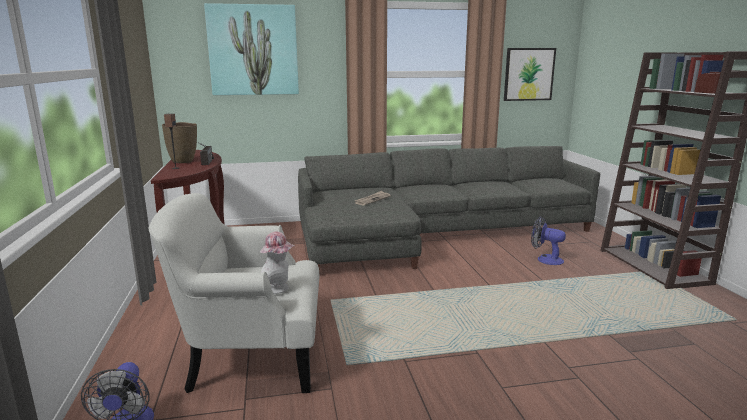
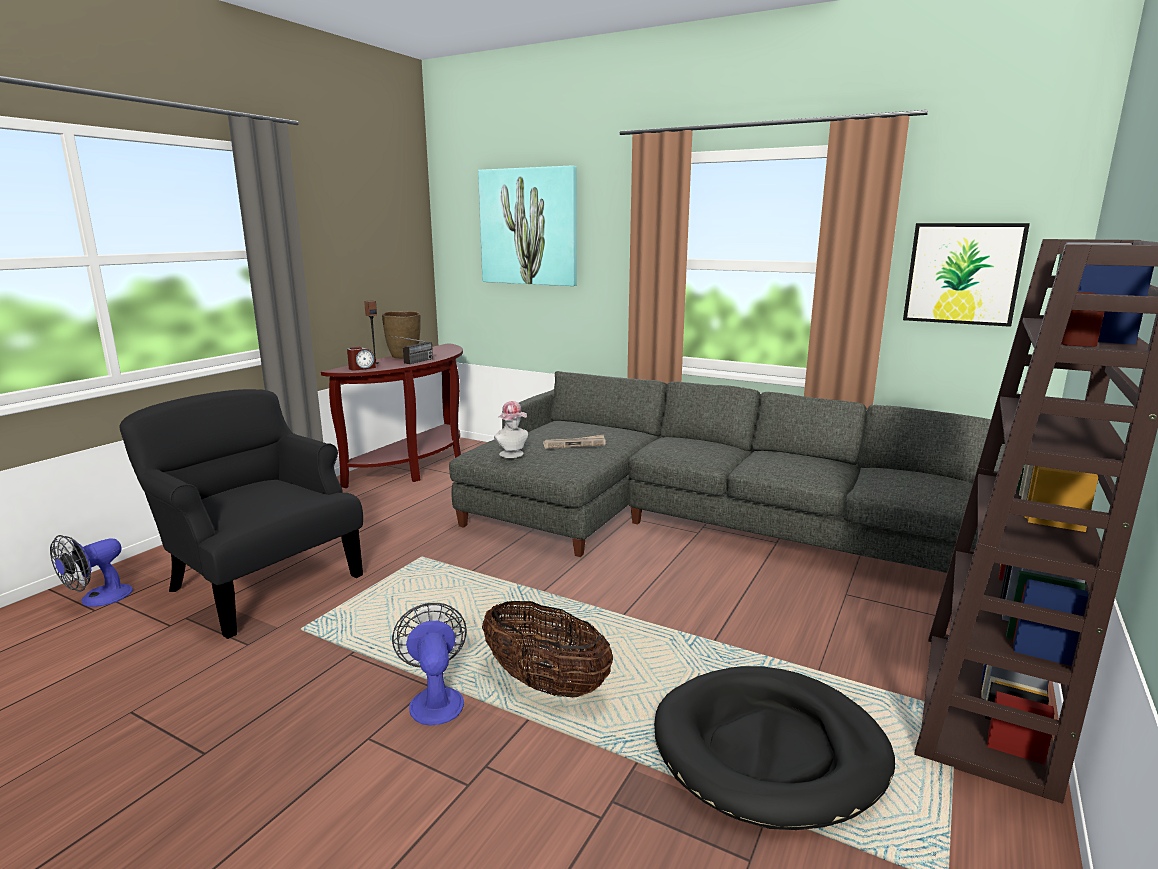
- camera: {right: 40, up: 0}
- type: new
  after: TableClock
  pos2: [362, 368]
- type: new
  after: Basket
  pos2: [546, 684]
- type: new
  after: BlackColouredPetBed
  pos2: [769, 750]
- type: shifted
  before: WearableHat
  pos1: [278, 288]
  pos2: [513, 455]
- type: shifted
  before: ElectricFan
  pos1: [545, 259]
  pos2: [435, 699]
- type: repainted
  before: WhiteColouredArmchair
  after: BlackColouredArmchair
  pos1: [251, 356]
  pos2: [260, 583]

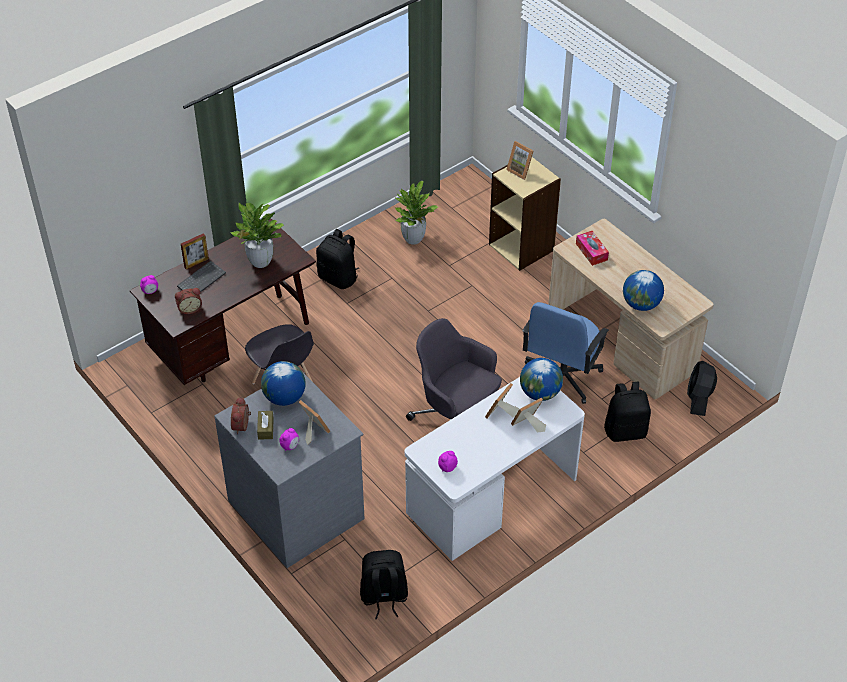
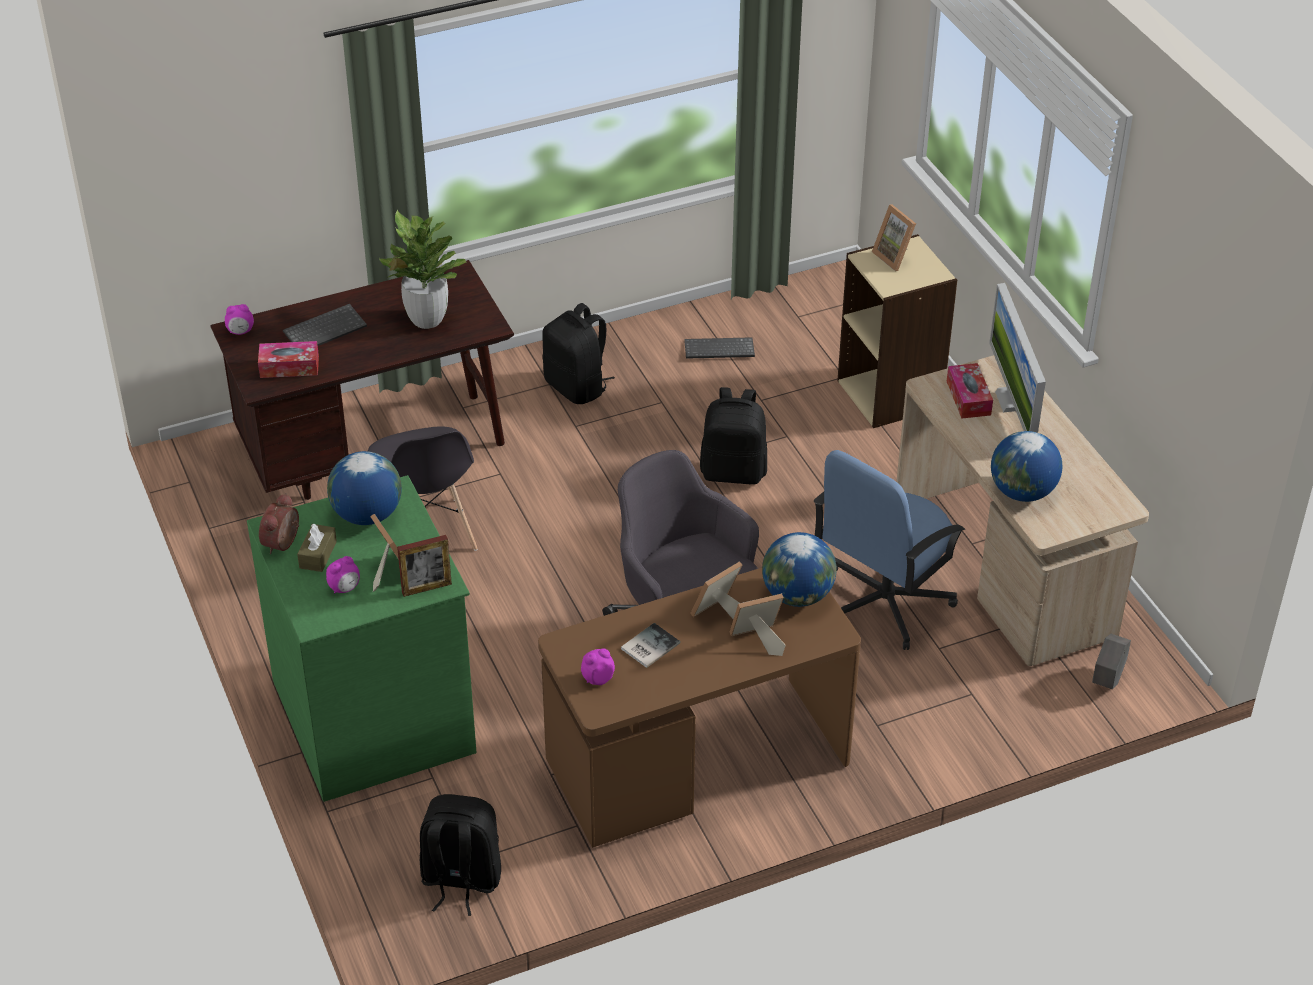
- camera: {right: 15, up: -5}
- type: new
  after: Book
  pos2: [648, 646]
- type: new
  after: ComputerScreen
  pos2: [1012, 400]
- type: shifted
  before: StandingFrame
  pos1: [196, 263]
  pos2: [426, 588]
- type: shifted
  before: BlackColouredBackpack
  pos1: [625, 430]
  pos2: [733, 471]
- type: swapped
  before: TableClock
  after: BoxOfTissues
  pos1: [189, 308]
  pos2: [289, 367]
- type: swapped
  before: Houseplant
  after: Keyboard
  pos1: [413, 238]
  pos2: [718, 351]
- type: swapped
  before: BlackColouredElectricFan
  after: GreyPlanter
  pos1: [699, 398]
  pos2: [1107, 680]
- type: repainted
  before: GreyDrawerChest
  after: GreenColouredDrawerChest
  pos1: [297, 508]
  pos2: [376, 715]
- type: repainted
  before: WhiteColouredDesk
  after: BrownDesk
  pos1: [492, 498]
  pos2: [696, 765]

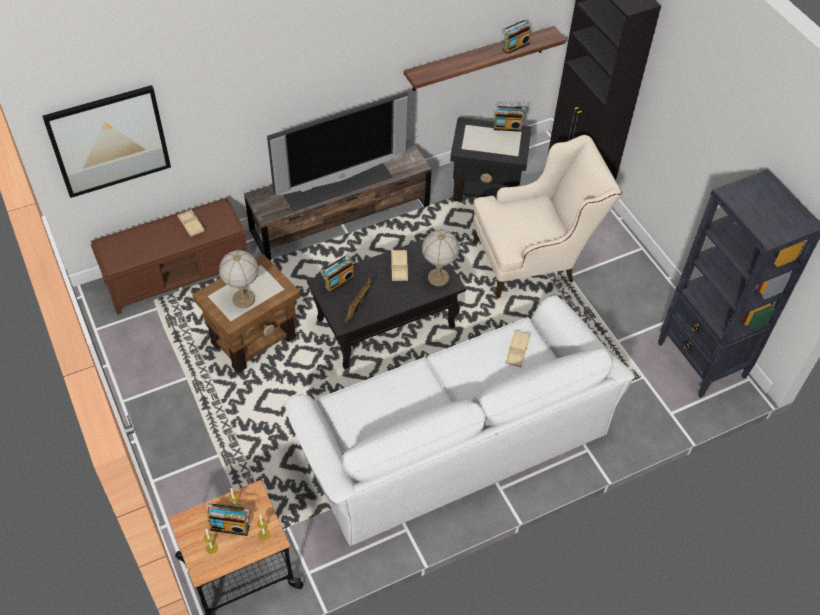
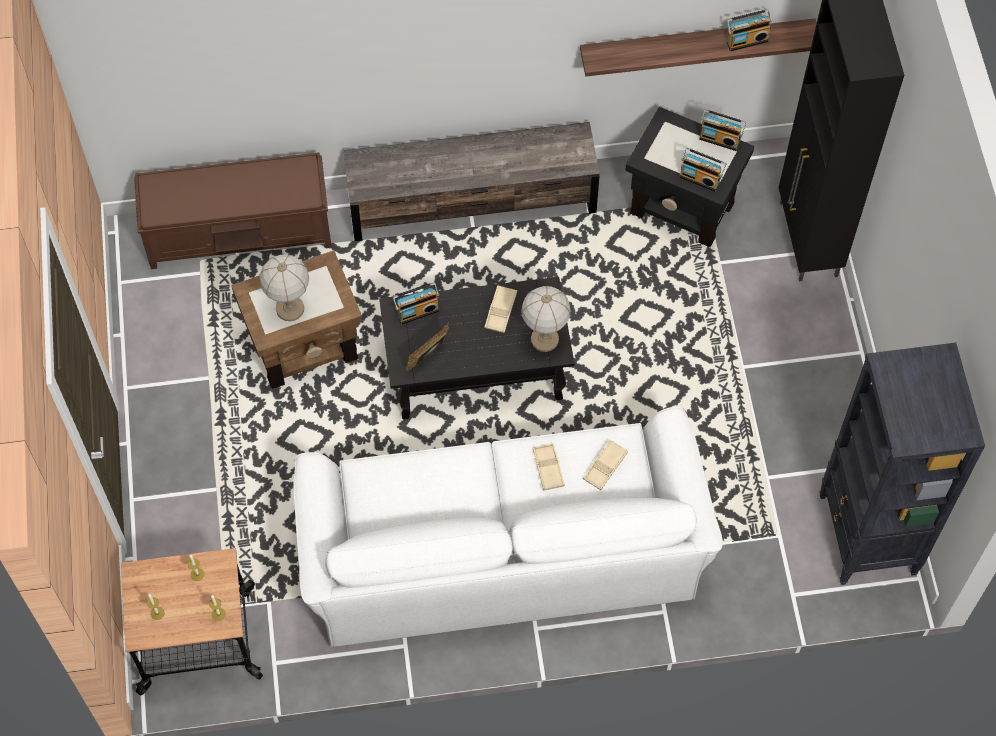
- camera: {right: 20, up: 10}
- type: gone
  before: WallPicture
  pos1: [109, 141]
- type: gone
  before: Tv
  pos1: [336, 183]
- type: gone
  before: BeigeArmchair
  pos1: [533, 259]
- type: shifted
  before: BeigeServingTray
  pos1: [191, 225]
  pos2: [548, 468]
- type: shifted
  before: RadioSet
  pos1: [230, 526]
  pos2: [700, 178]

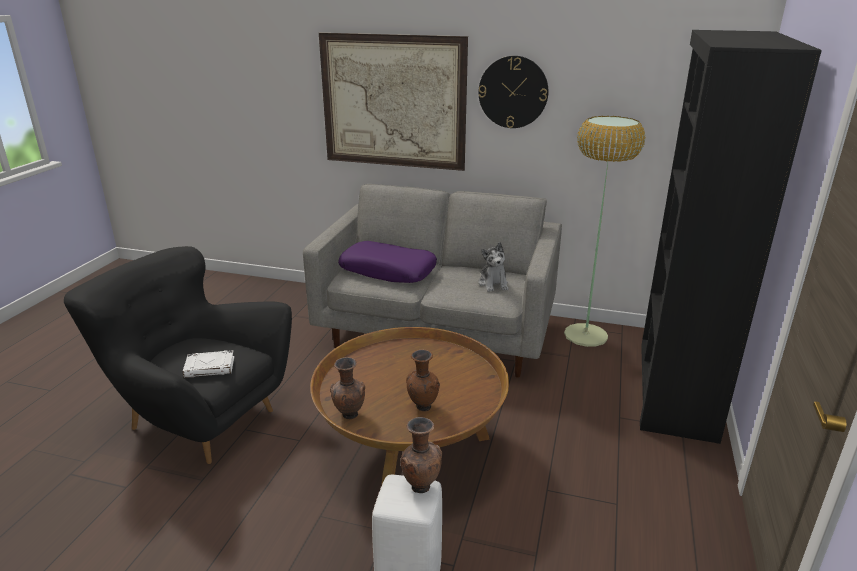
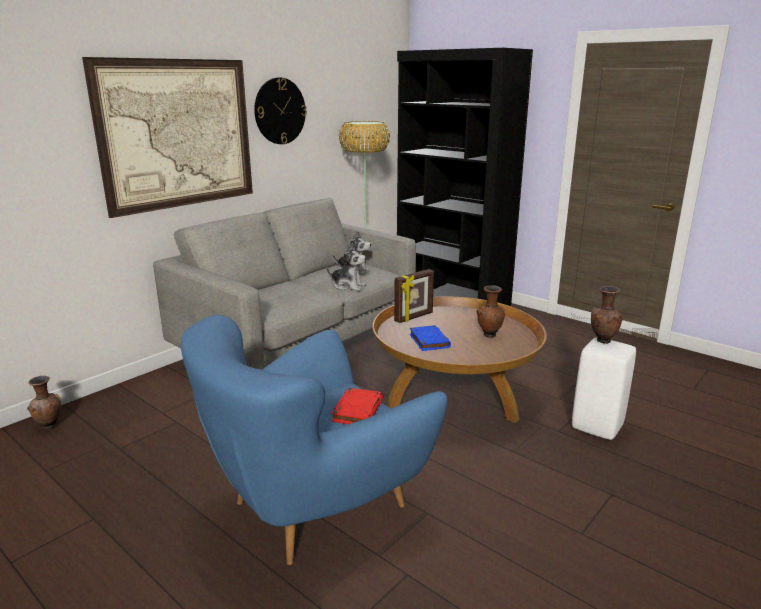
- camera: {right: -65, up: -5}
- type: gone
  before: PurpleCushion
  pos1: [388, 271]
- type: new
  after: CuddlyToy
  pos2: [348, 286]
- type: new
  after: StandingFrame
  pos2: [414, 317]
- type: new
  after: BlueColouredBook
  pos2: [429, 341]
- type: shifted
  before: BrownVase
  pos1: [349, 416]
  pos2: [49, 426]
- type: repainted
  before: BlackColouredArmchair
  after: BlueColouredArmchair
  pos1: [199, 419]
  pos2: [315, 505]
- type: repainted
  before: WhiteColouredBook
  after: ReddishBook
  pos1: [210, 367]
  pos2: [357, 410]

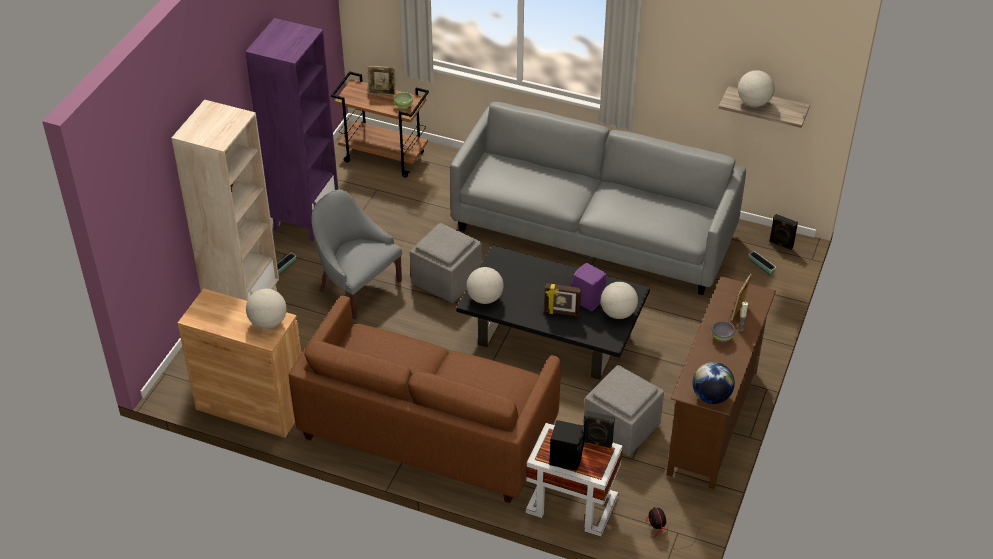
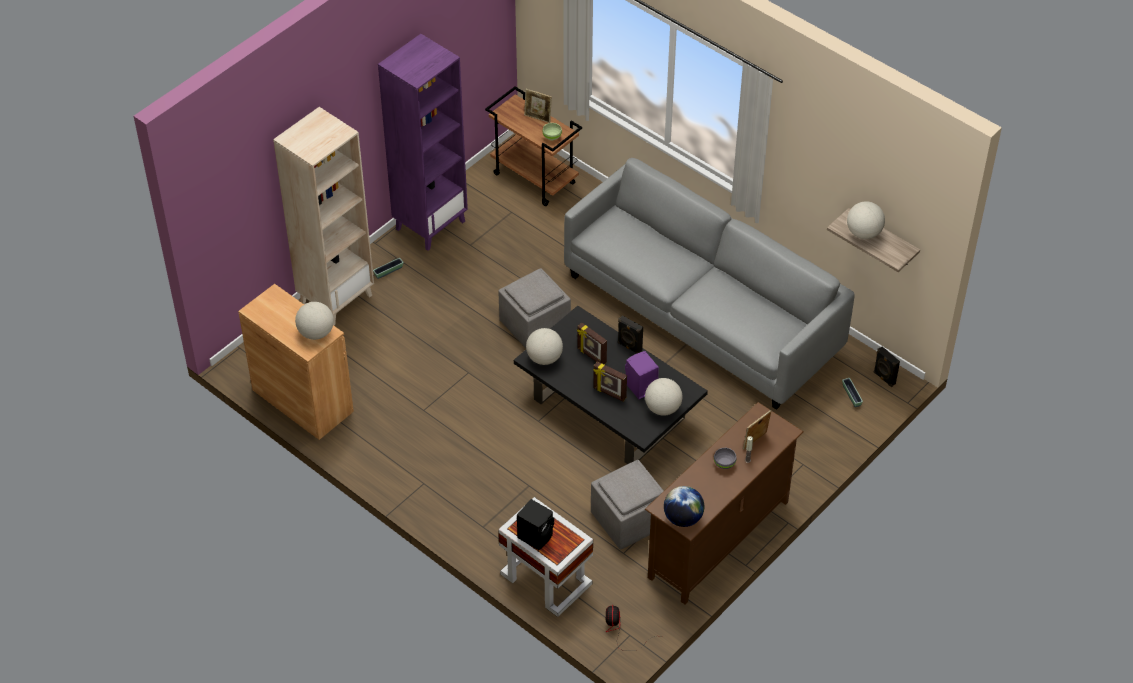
- camera: {right: 20, up: 5}
- type: gone
  before: BrownSettee
  pos1: [427, 430]
- type: gone
  before: GreyArmchair
  pos1: [357, 287]
- type: new
  after: StandingFrame
  pos2: [591, 356]
- type: shifted
  before: BlackColouredSpeaker
  pos1: [597, 443]
  pos2: [629, 347]

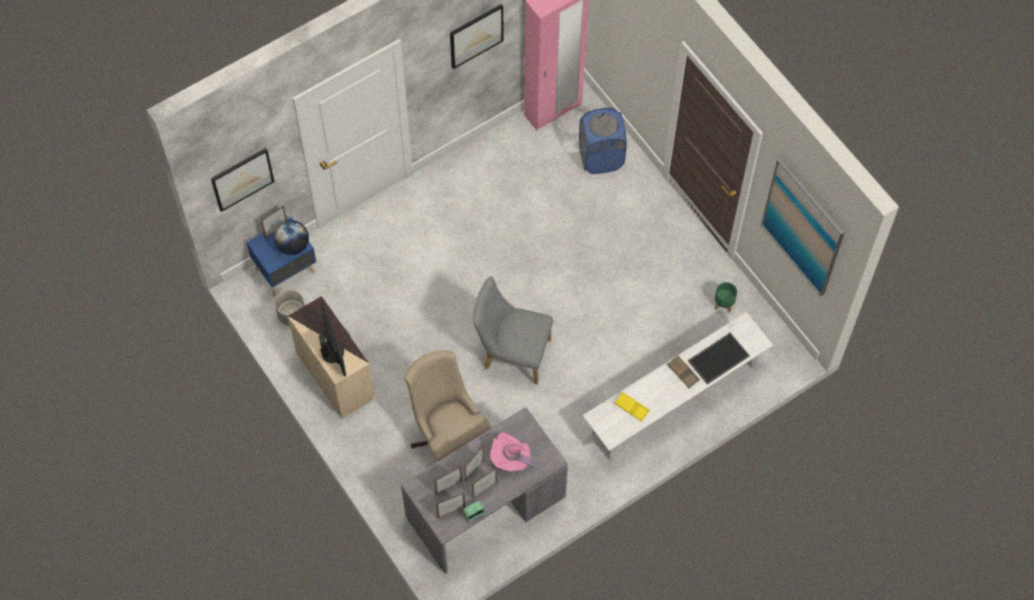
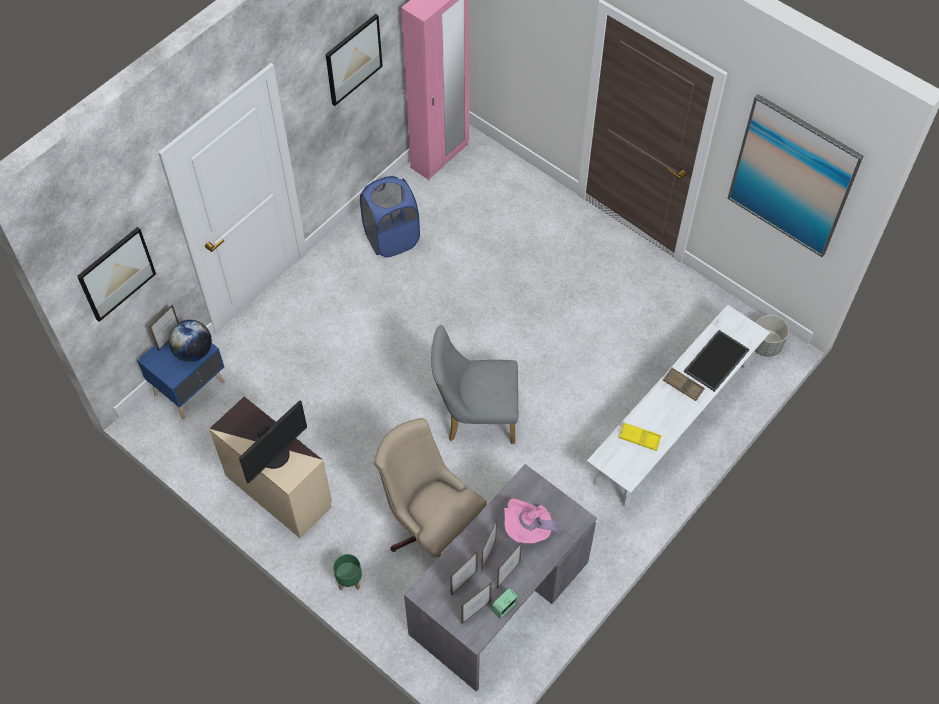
- camera: {right: -15, up: -5}
- type: shifted
  before: GreyPlanter
  pos1: [291, 314]
  pos2: [765, 345]
- type: shifted
  before: BlueColouredLaundryBasket
  pos1: [601, 157]
  pos2: [391, 238]
- type: shifted
  before: GreenColouredPlanter
  pos1: [723, 304]
  pos2: [349, 580]
- type: rotated
  before: ComputerScreen
  pos1: [333, 351]
  pos2: [275, 456]
  turn: 75

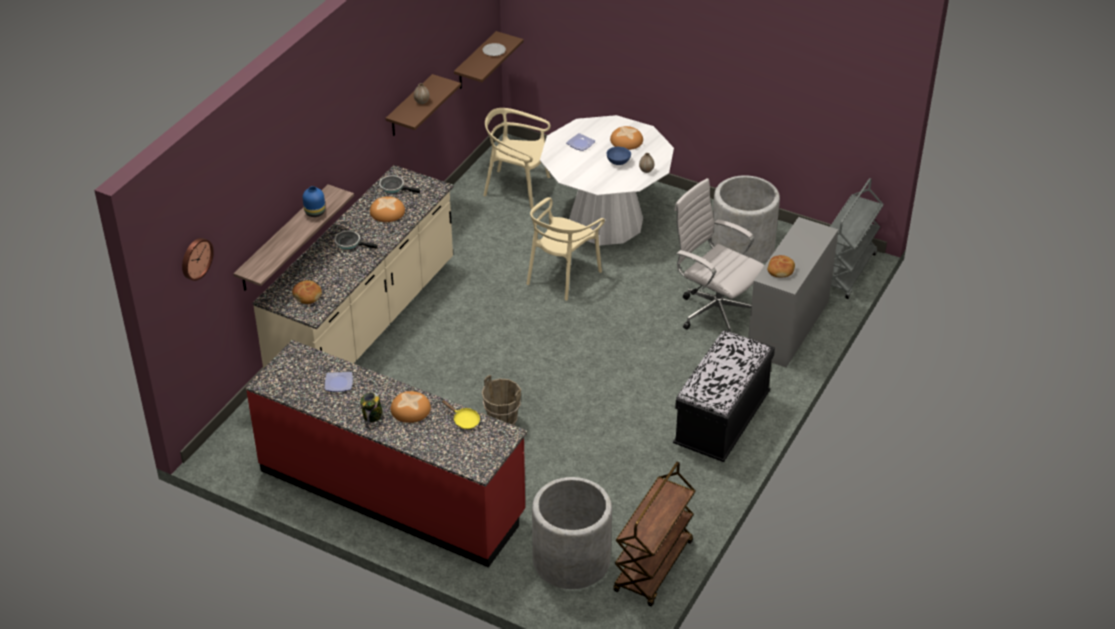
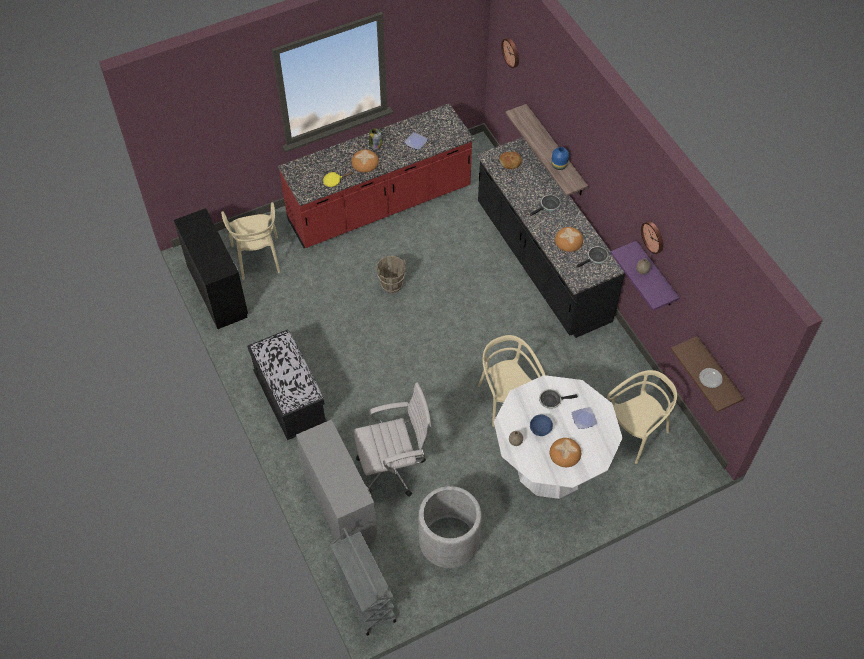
- camera: {right: 125, up: 15}
- type: gone
  before: Bread
  pos1: [781, 270]
- type: new
  after: Pan
  pos2: [552, 400]
- type: new
  after: ClockOnTheWall
  pos2: [653, 236]
- type: swapped
  before: GreyPlanter
  after: BeigeChair
  pos1: [571, 560]
  pos2: [257, 257]
- type: swapped
  before: BrownWheeledCart
  after: BlackColouredDesk
  pos1: [654, 567]
  pos2: [217, 291]
- type: repainted
  before: BeigeKitchenBaseUnit
  after: BlackColouredKitchenBaseUnit
  pos1: [365, 323]
  pos2: [541, 263]
- type: repainted
  before: BrownShelf
  after: PurpleShelf
  pos1: [410, 107]
  pos2: [655, 276]

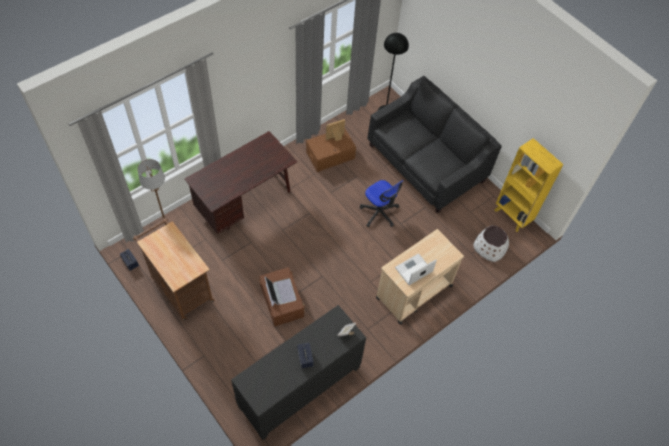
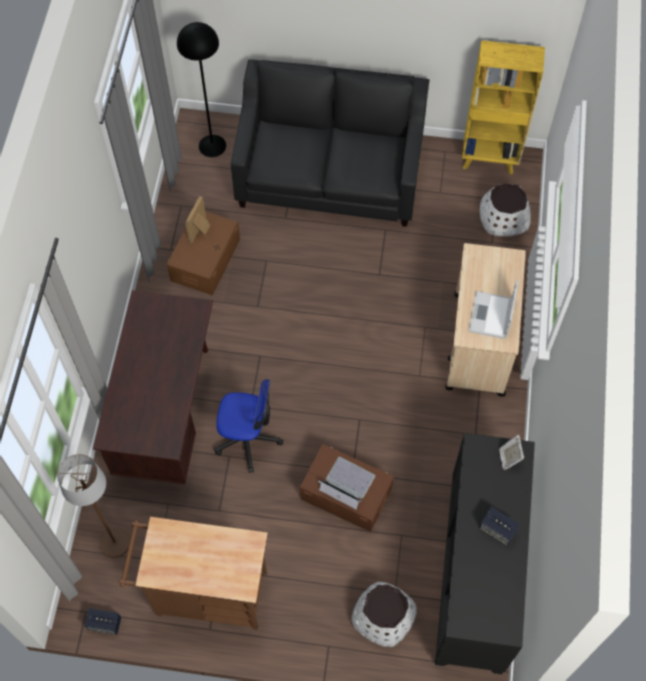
- camera: {right: -40, up: 5}
- type: new
  after: WhiteColouredPlanter
  pos2: [383, 616]
- type: shifted
  before: ComputerChair
  pos1: [379, 212]
  pos2: [248, 438]

